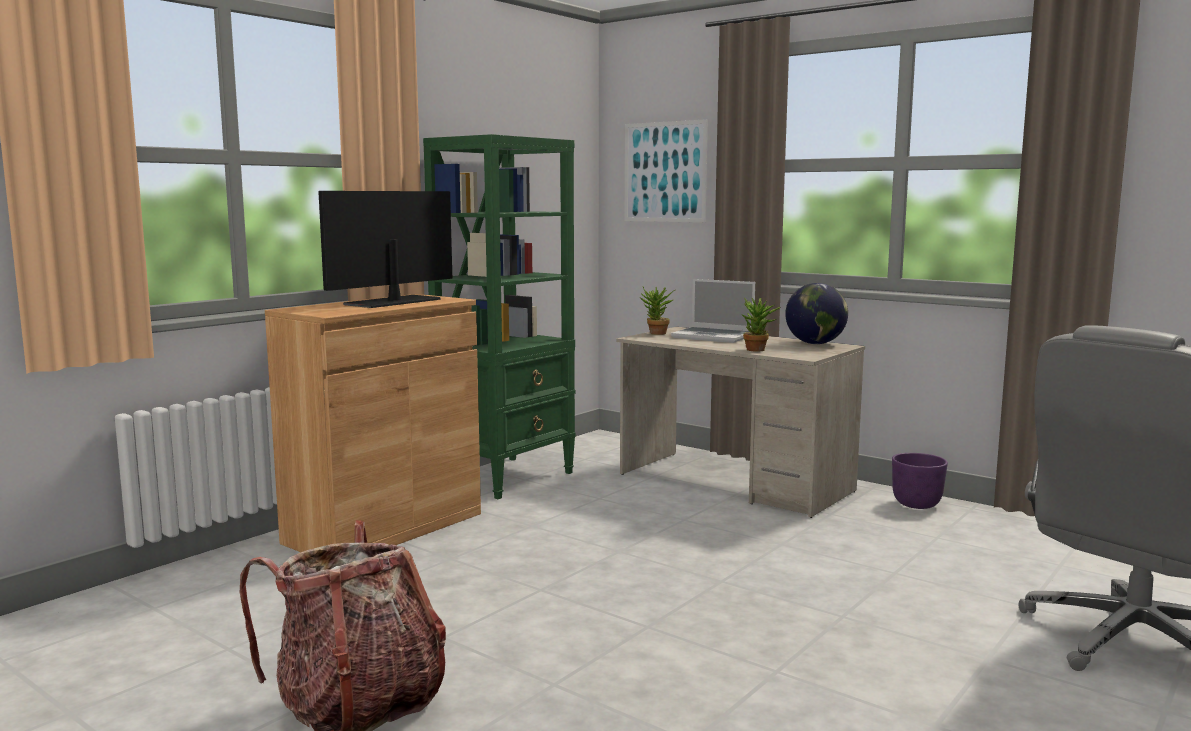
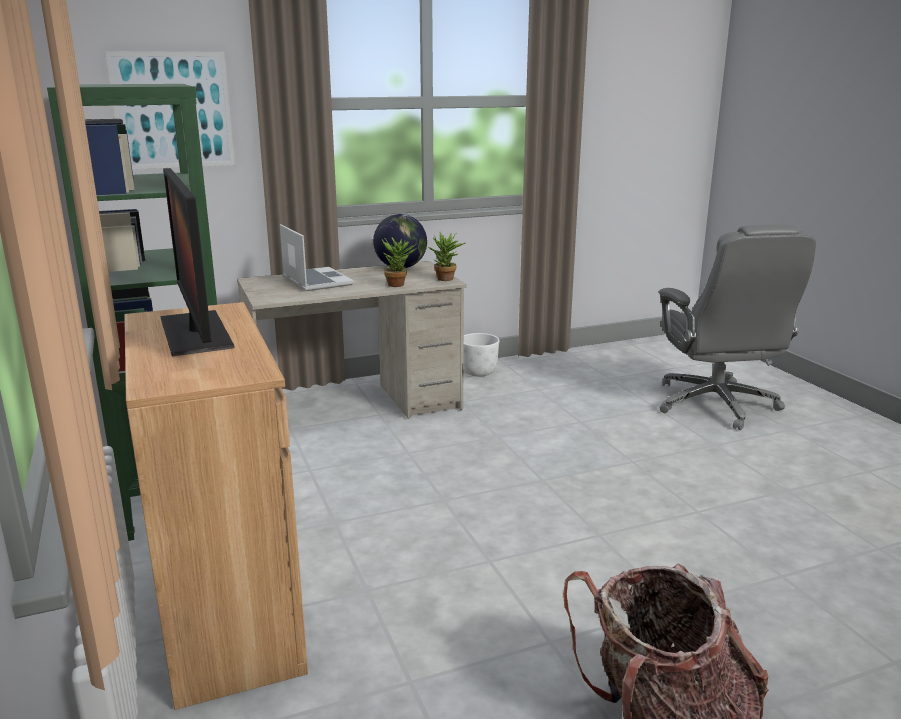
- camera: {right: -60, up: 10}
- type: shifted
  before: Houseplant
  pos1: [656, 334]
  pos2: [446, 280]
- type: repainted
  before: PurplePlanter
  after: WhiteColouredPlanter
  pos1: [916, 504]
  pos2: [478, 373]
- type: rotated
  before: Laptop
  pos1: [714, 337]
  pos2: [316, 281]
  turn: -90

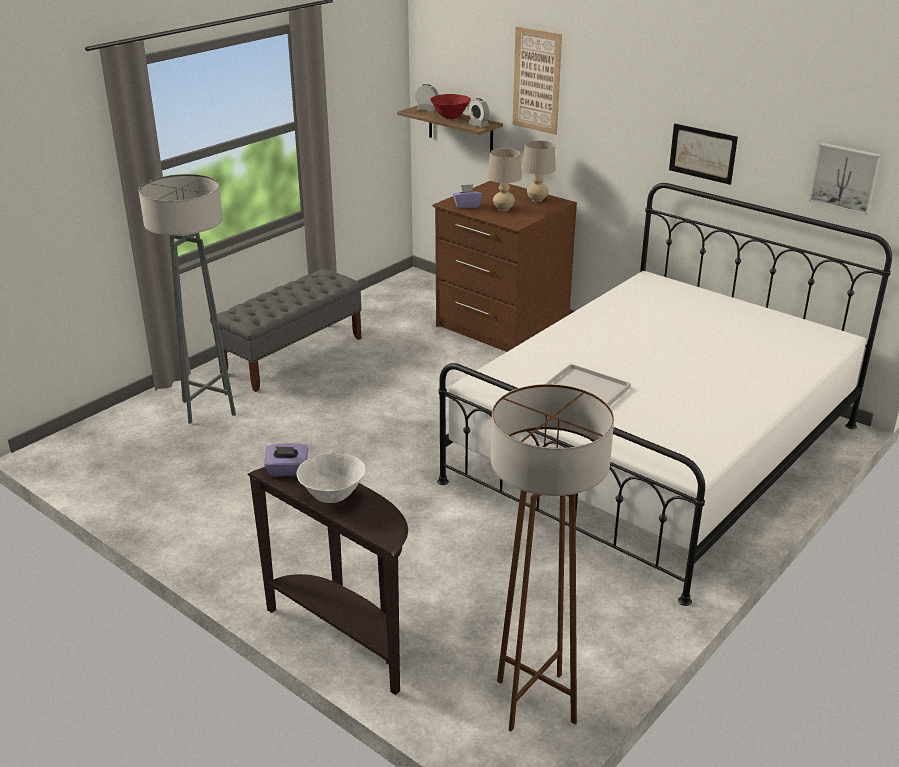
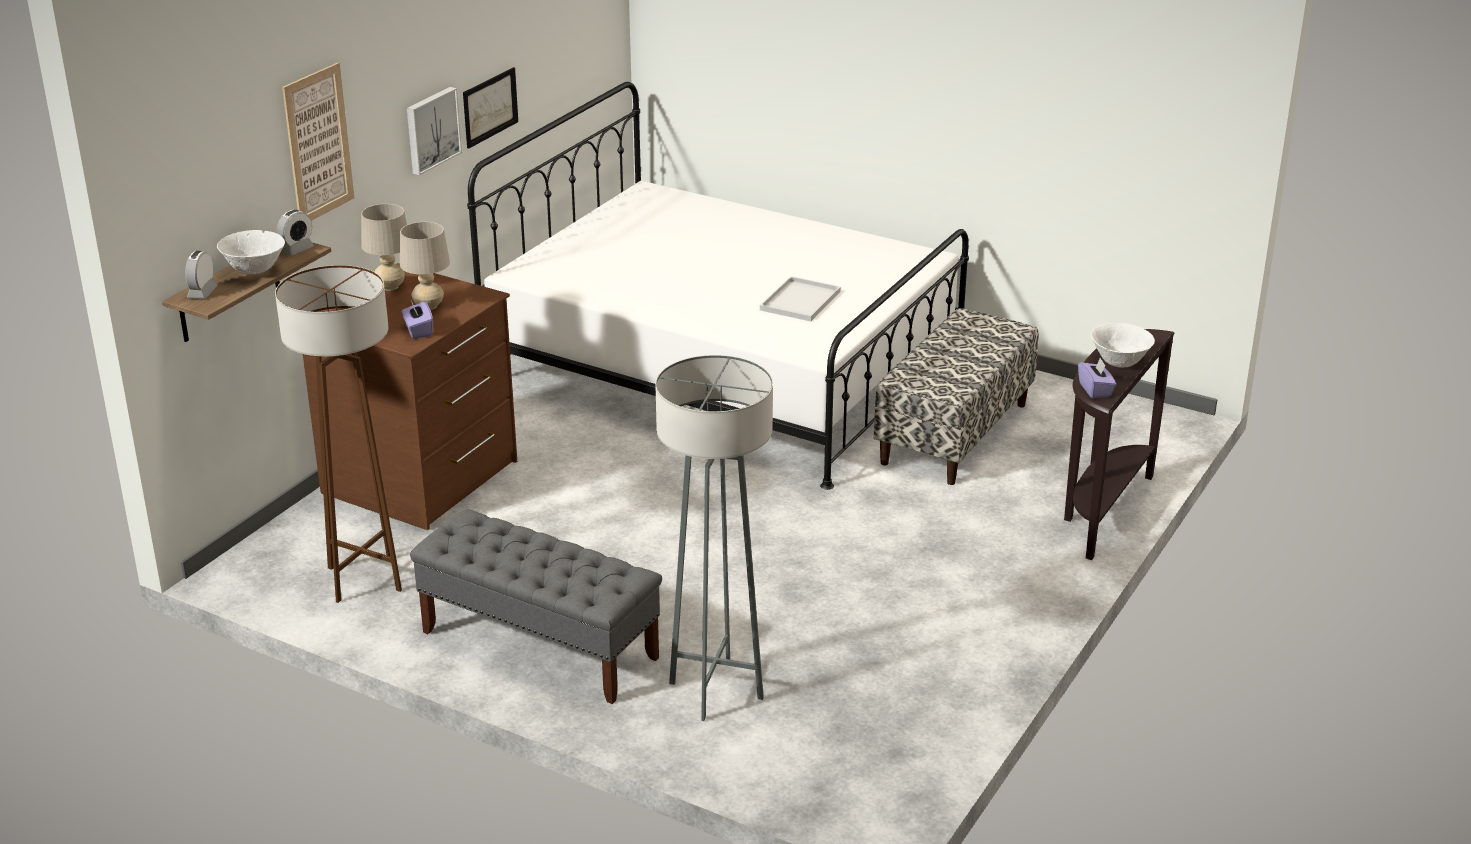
- camera: {right: -100, up: 0}
- type: new
  after: Bench
  pos2: [954, 433]
- type: shifted
  before: BrownFloorLamp
  pos1: [535, 701]
  pos2: [364, 579]
- type: shifted
  before: WallPicture
  pos1: [845, 177]
  pos2: [431, 130]
- type: repainted
  before: ReddishDeepDish
  after: WhiteColouredDeepDish
  pos1: [450, 118]
  pos2: [254, 271]

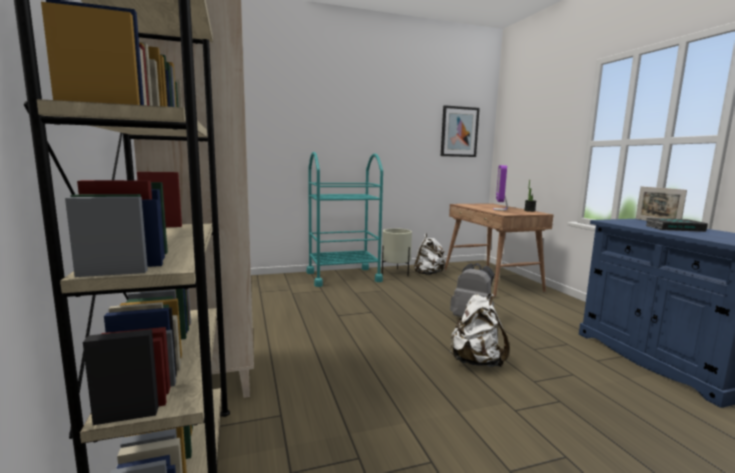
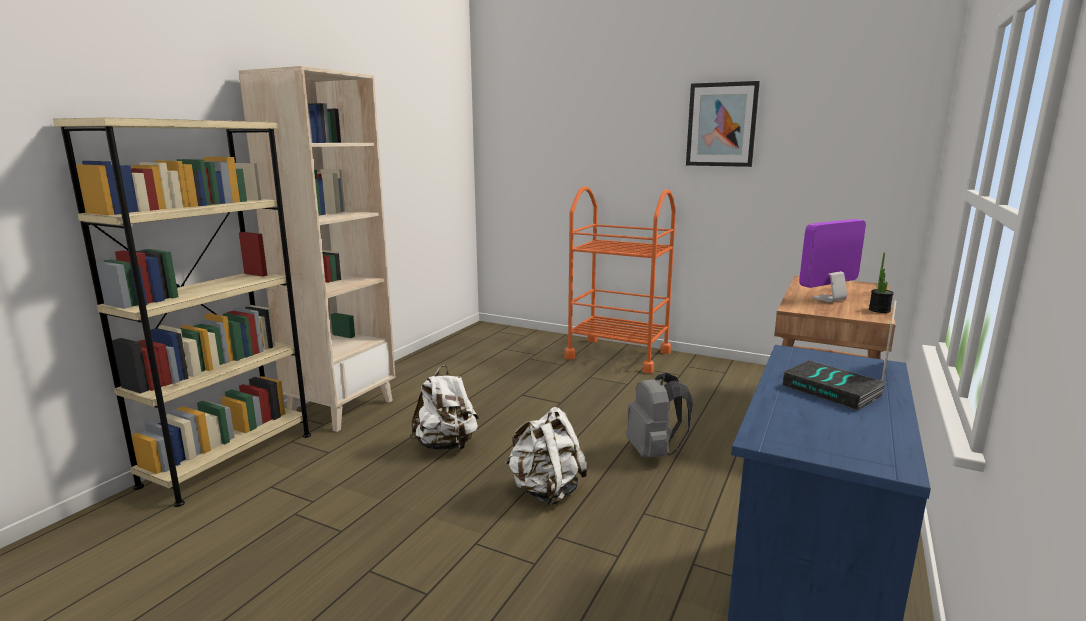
- camera: {right: 45, up: 5}
- type: gone
  before: BeigePlanter
  pos1: [395, 273]
- type: shifted
  before: WhiteColouredBackpack
  pos1: [428, 274]
  pos2: [446, 445]
- type: shifted
  before: WallPicture
  pos1: [459, 132]
  pos2: [721, 124]
- type: repainted
  before: BlueGreenWheeledCart
  after: OrangeColouredWheeledCart
  pos1: [343, 277]
  pos2: [618, 355]

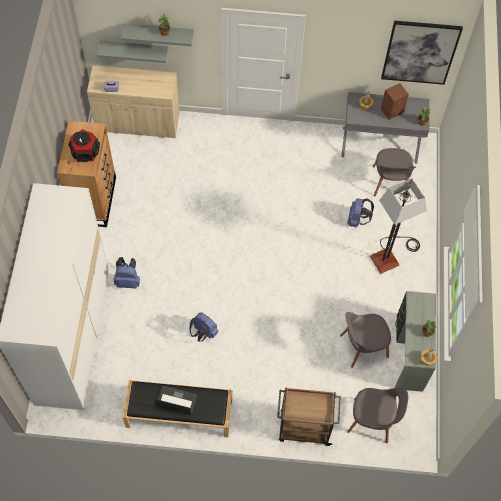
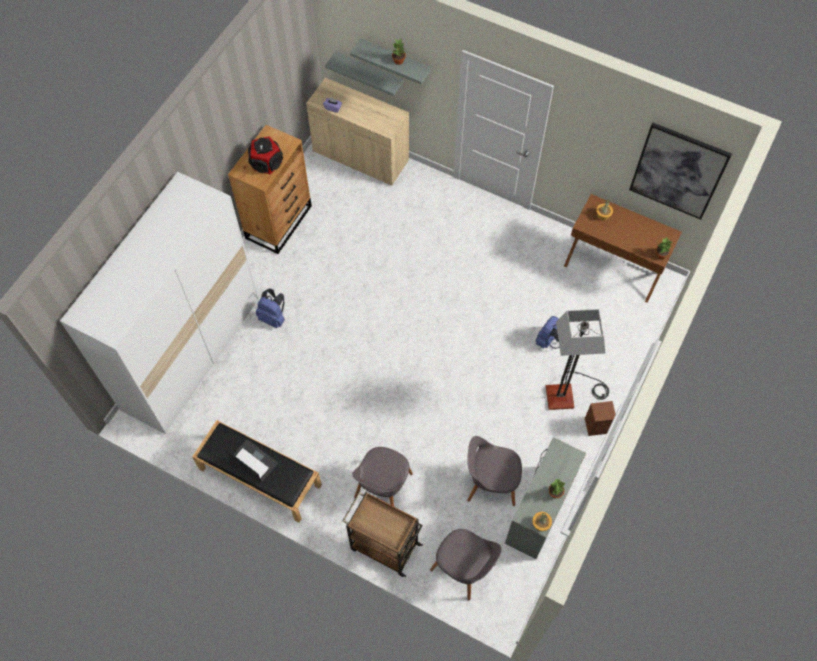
- camera: {right: 25, up: 0}
- type: gone
  before: BlueColouredBackpack
  pos1: [203, 333]
- type: shifted
  before: GreyChair
  pos1: [389, 183]
  pos2: [382, 487]
- type: shifted
  before: BrownSpeaker
  pos1: [392, 110]
  pos2: [597, 425]
- type: repainted
  before: GreyDesk
  after: BrownDesk
  pos1: [379, 144]
  pos2: [614, 267]

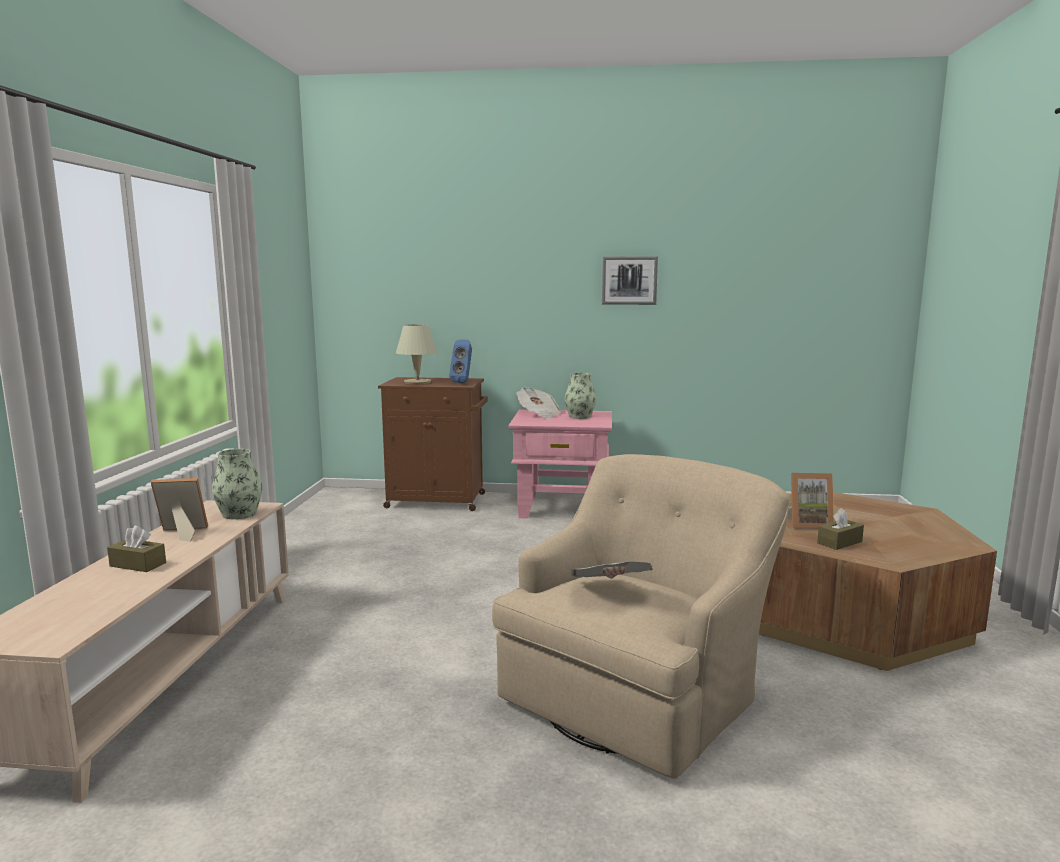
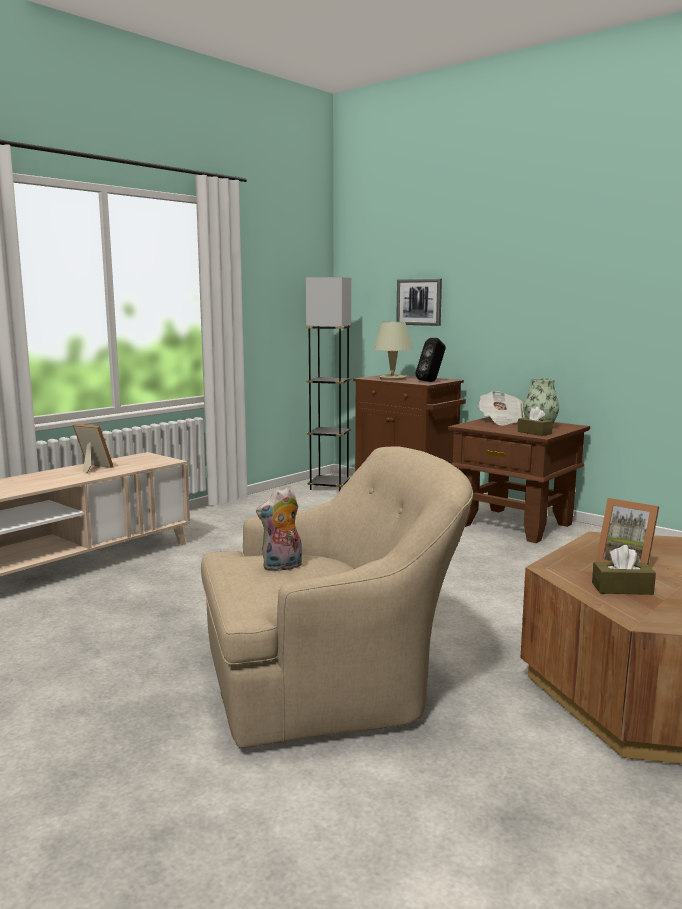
- camera: {right: 35, up: 0}
- type: gone
  before: Vase
  pos1: [239, 514]
- type: new
  after: GreyFloorLamp
  pos2: [329, 487]
- type: shifted
  before: BrownBoxOfTissues
  pos1: [138, 564]
  pos2: [534, 432]
- type: shifted
  before: WallPicture
  pos1: [629, 280]
  pos2: [419, 302]
- type: swapped
  before: DailyPaper
  after: CuddlyToy
  pos1: [610, 592]
  pos2: [282, 567]
- type: repainted
  before: BlueColouredSpeaker
  after: BlackColouredSpeaker
  pos1: [463, 382]
  pos2: [431, 381]
- type: repainted
  before: PinkishSideTable
  after: BrownSideTable
  pos1: [562, 508]
  pos2: [514, 525]

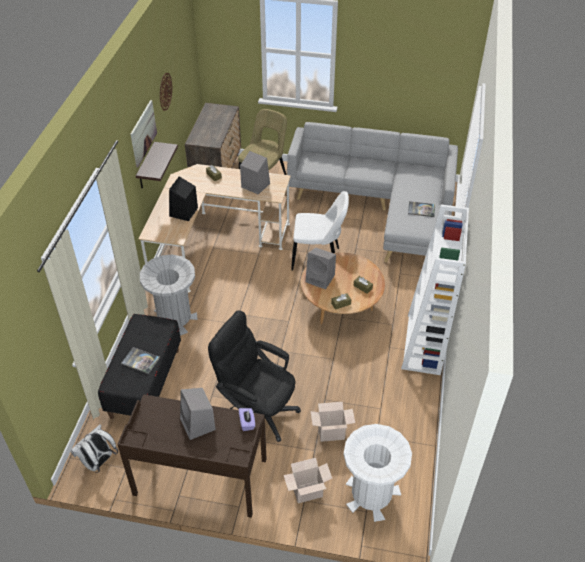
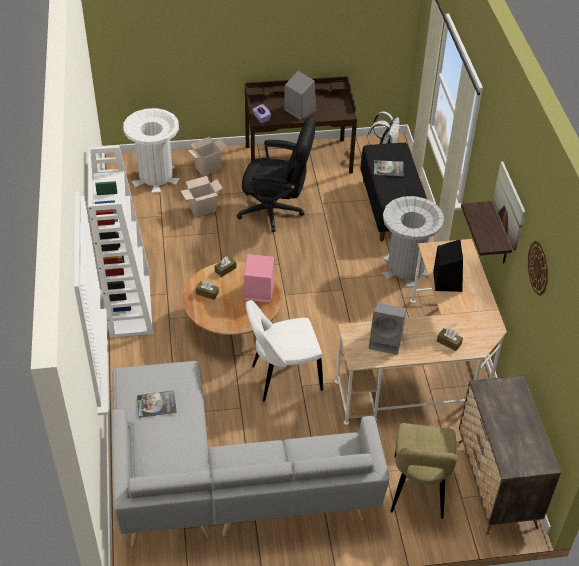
- camera: {right: 160, up: 0}
- type: repainted
  before: GreySpeaker
  after: PinkishSpeaker
  pos1: [321, 278]
  pos2: [258, 292]

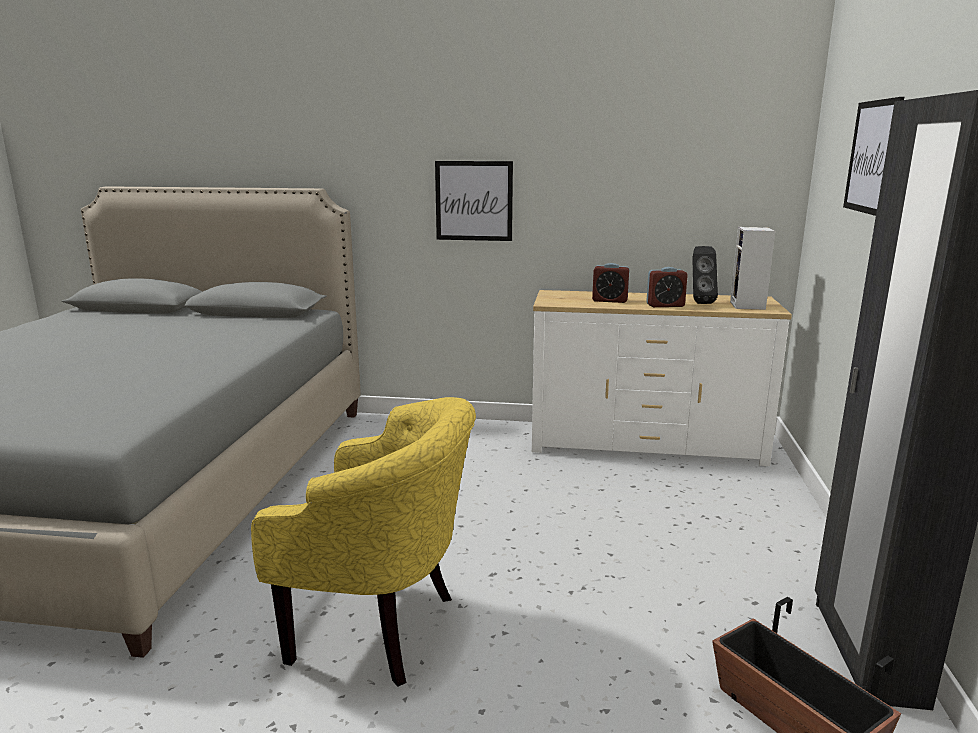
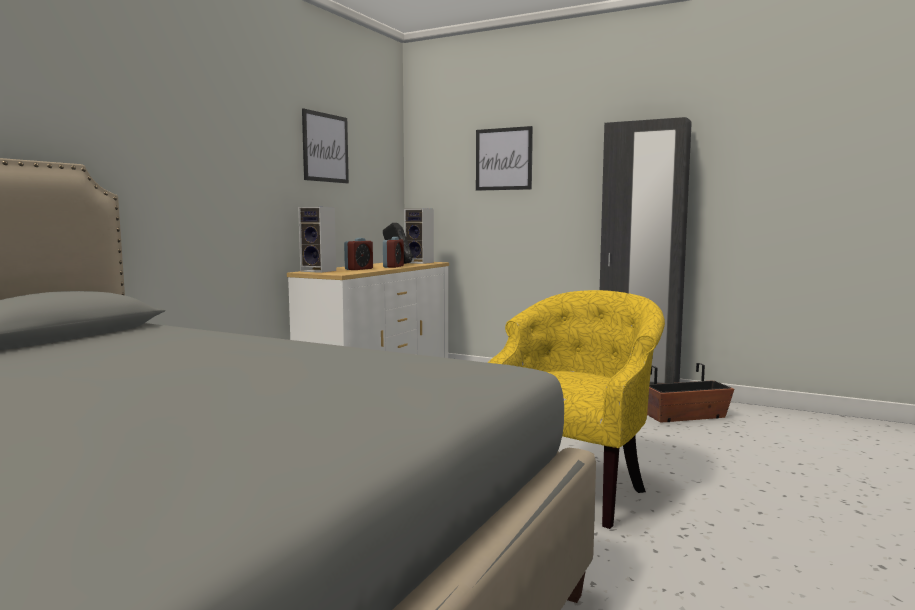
- camera: {right: -70, up: -10}
- type: new
  after: Speaker
  pos2: [319, 271]
- type: shifted
  before: WallPicture
  pos1: [474, 201]
  pos2: [325, 147]

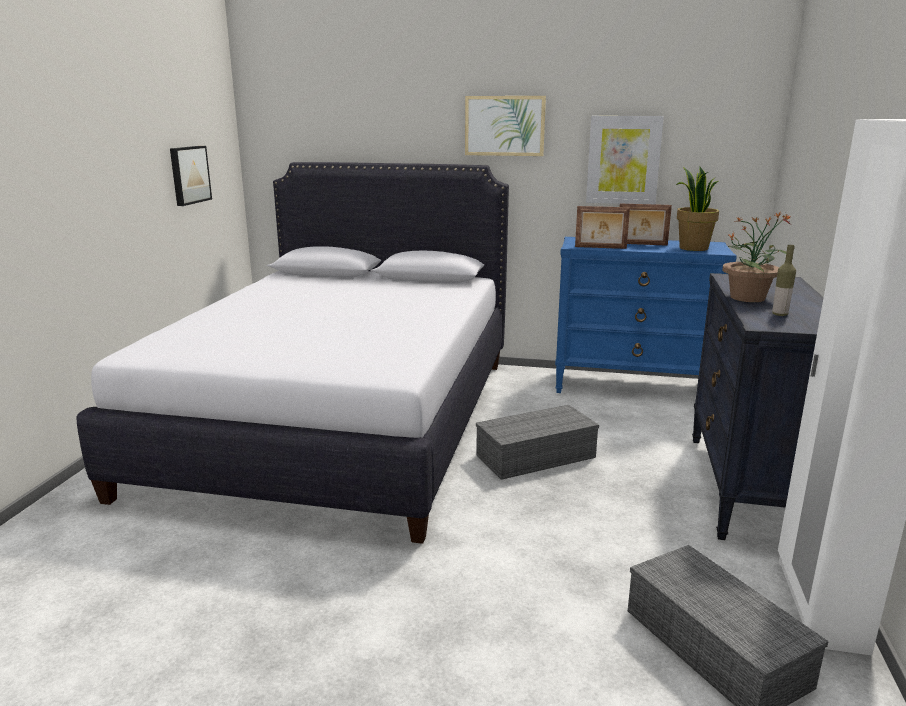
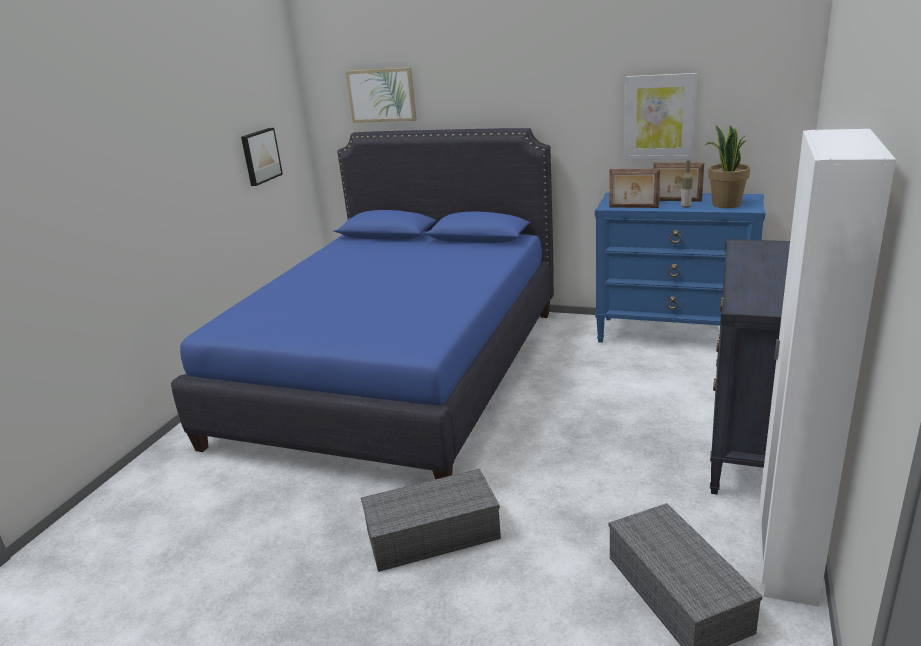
- camera: {right: 10, up: 5}
- type: gone
  before: Houseplant
  pos1: [748, 298]
- type: shifted
  before: WallPicture
  pos1: [504, 126]
  pos2: [382, 95]
- type: shifted
  before: GreyStorageBox
  pos1: [535, 457]
  pos2: [431, 536]
- type: shifted
  before: DrinkBottle
  pos1: [779, 314]
  pos2: [685, 206]
- type: repainted
  before: WhiteColouredBed
  after: BlueColouredBed
  pos1: [340, 420]
  pos2: [396, 372]

